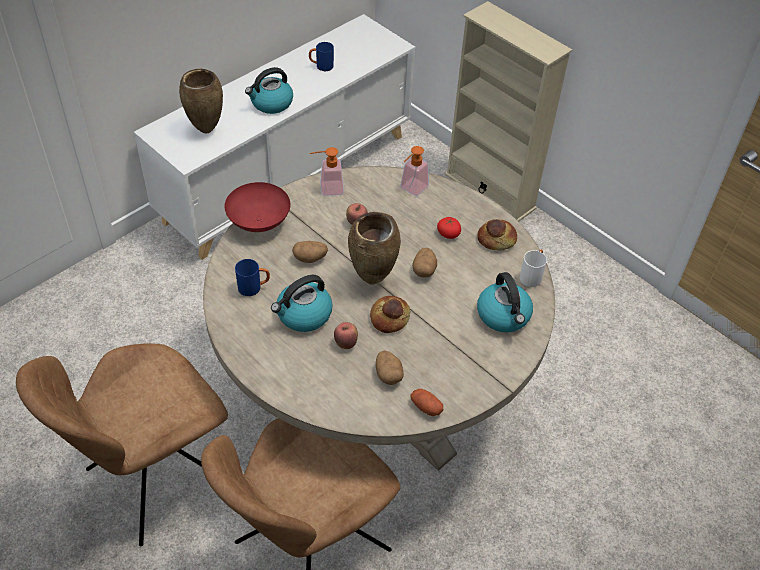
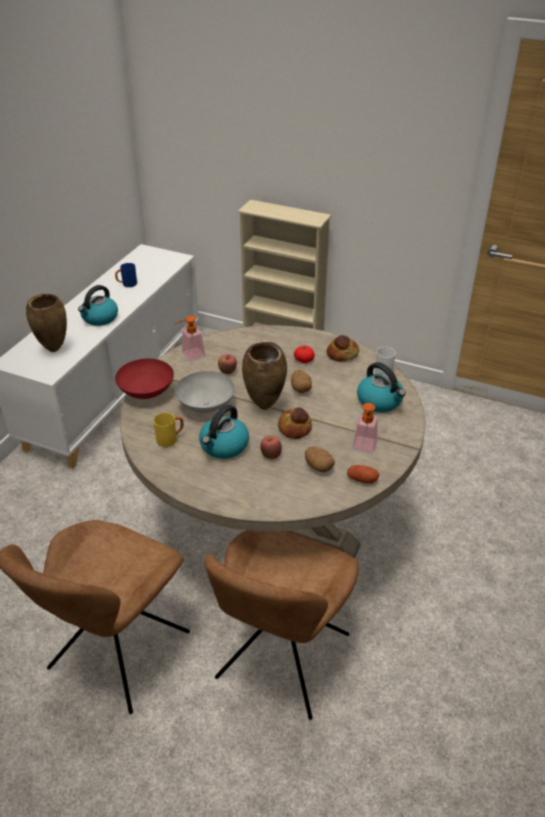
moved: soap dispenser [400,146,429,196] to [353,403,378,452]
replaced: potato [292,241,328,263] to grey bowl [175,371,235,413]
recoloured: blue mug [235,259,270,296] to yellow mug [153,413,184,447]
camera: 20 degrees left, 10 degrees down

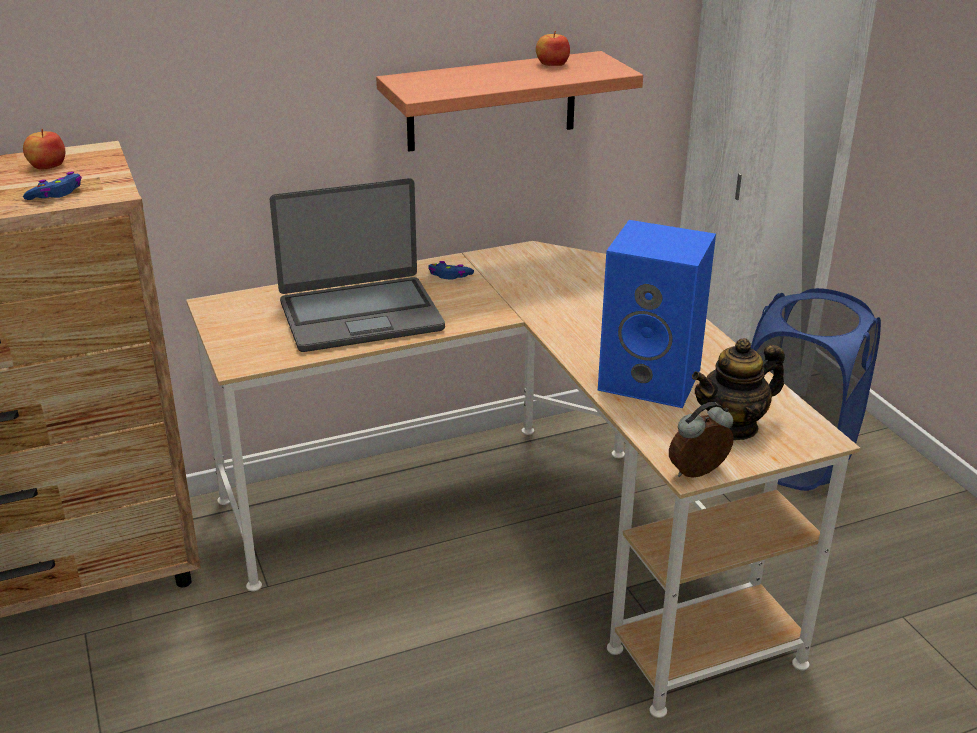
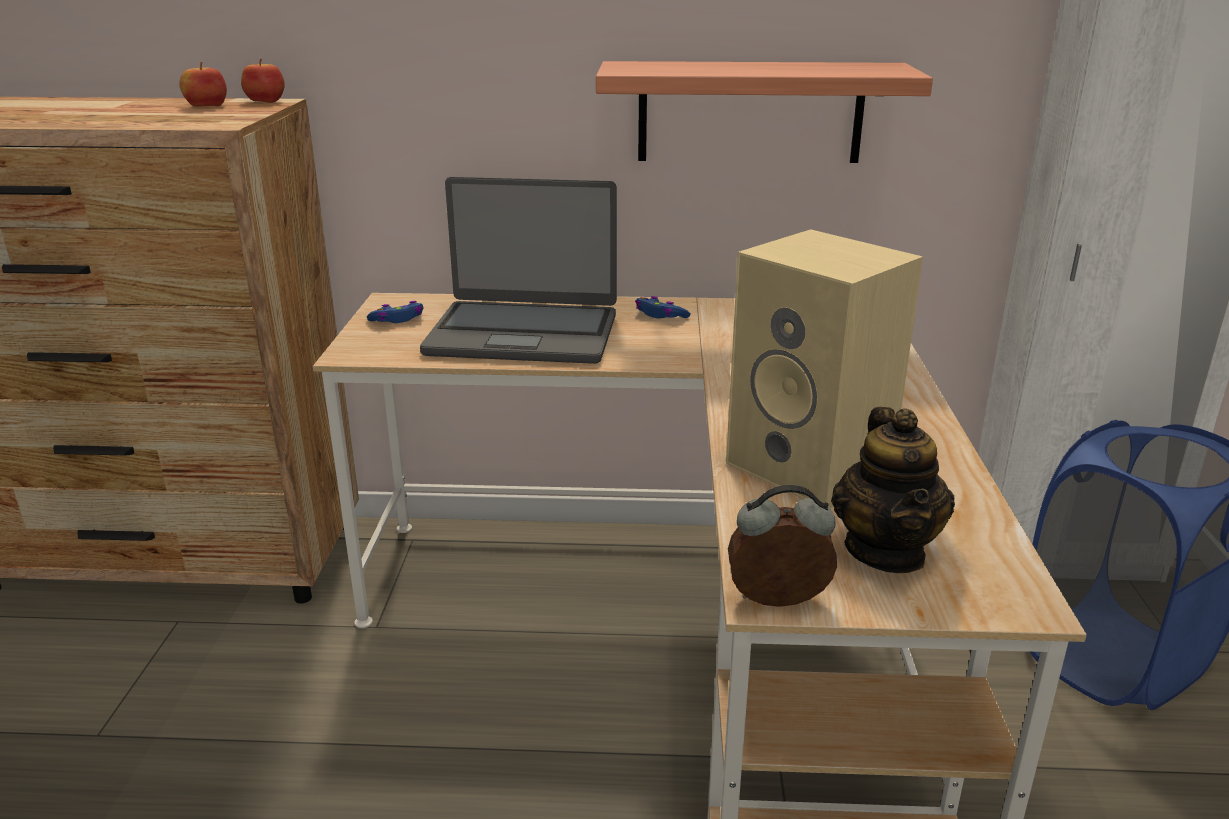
moved: apple [536,31,570,66] to [241,59,285,103]; blue game controller [23,172,82,200] to [367,301,423,323]
recoloured: blue speaker [598,220,716,408] to beige speaker [726,229,923,508]
turned: teapot [692,338,785,440] = [831,407,955,573] 90 degrees counterclockwise
camera: 25 degrees right, 5 degrees down

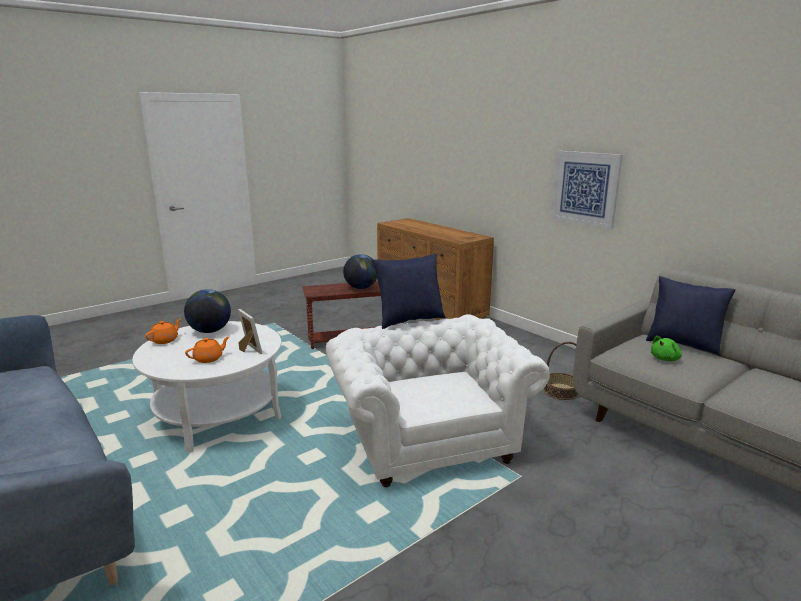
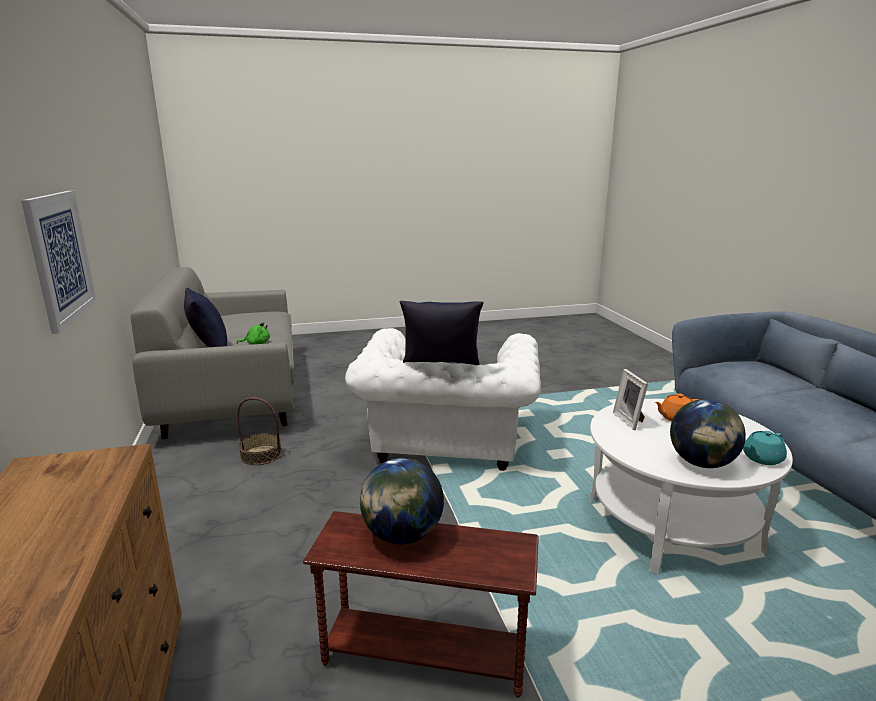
recoloured: orange teapot [145,319,181,344] to turquoise teapot [743,431,787,465]
camera: 155 degrees left, 0 degrees up

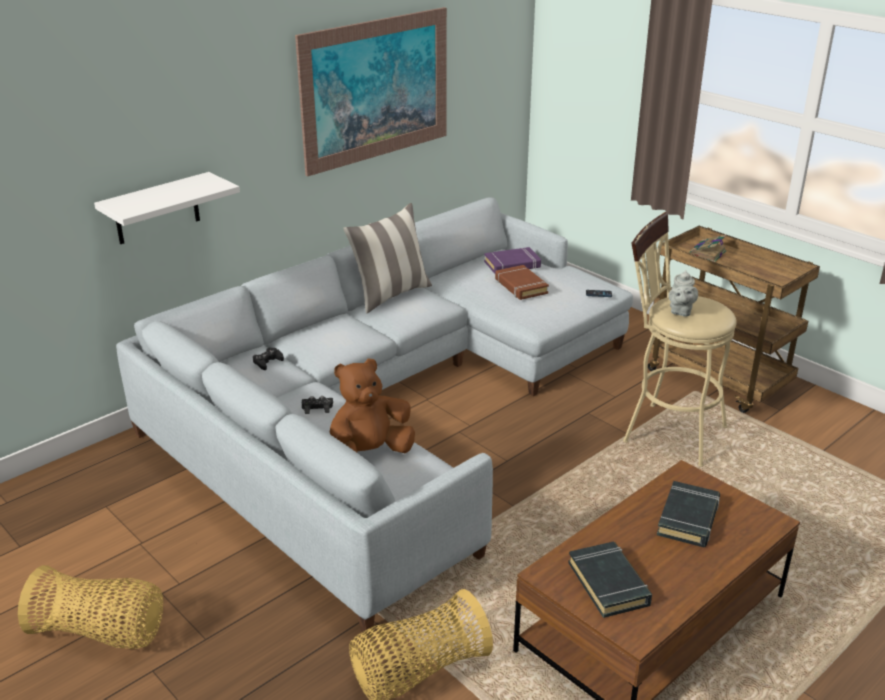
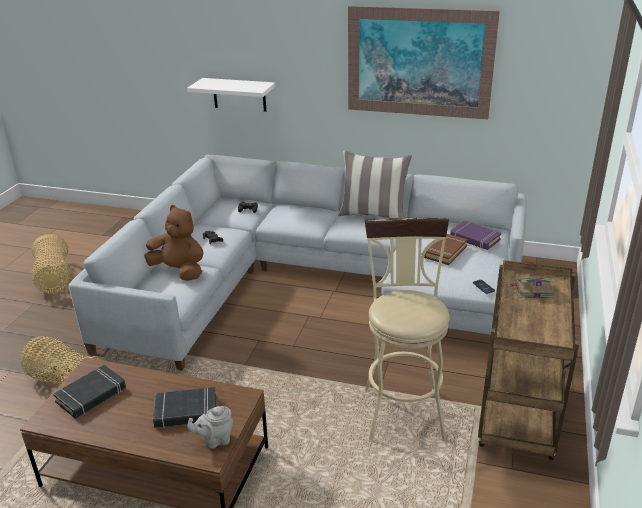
moved: grey teapot [668,270,698,317] to [187,406,233,449]
camera: 60 degrees right, 0 degrees up

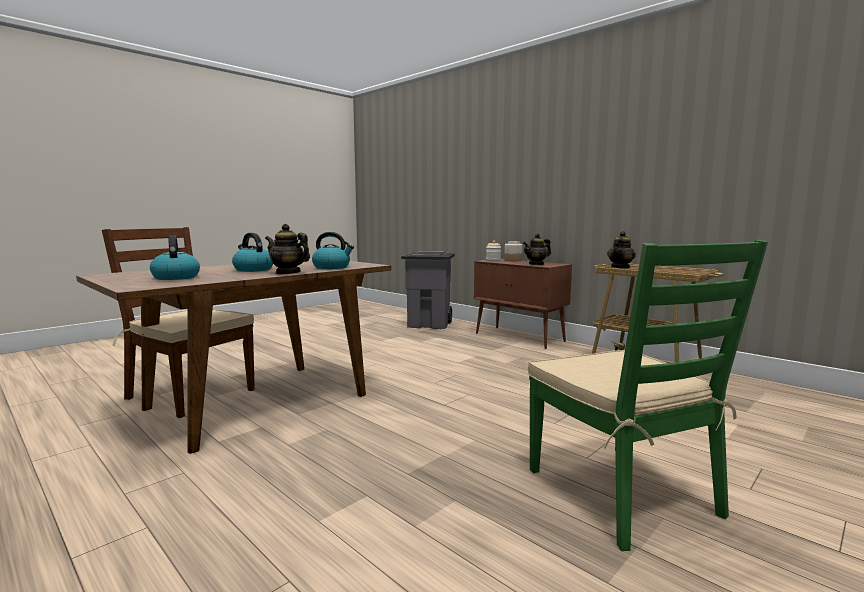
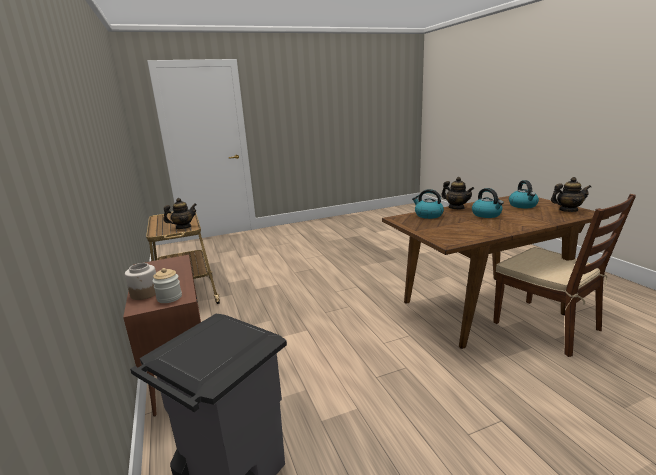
removed: green chair [528,240,768,551]
moved: teapot [523,233,551,265] to [551,177,591,212]
camera: 155 degrees left, 10 degrees up

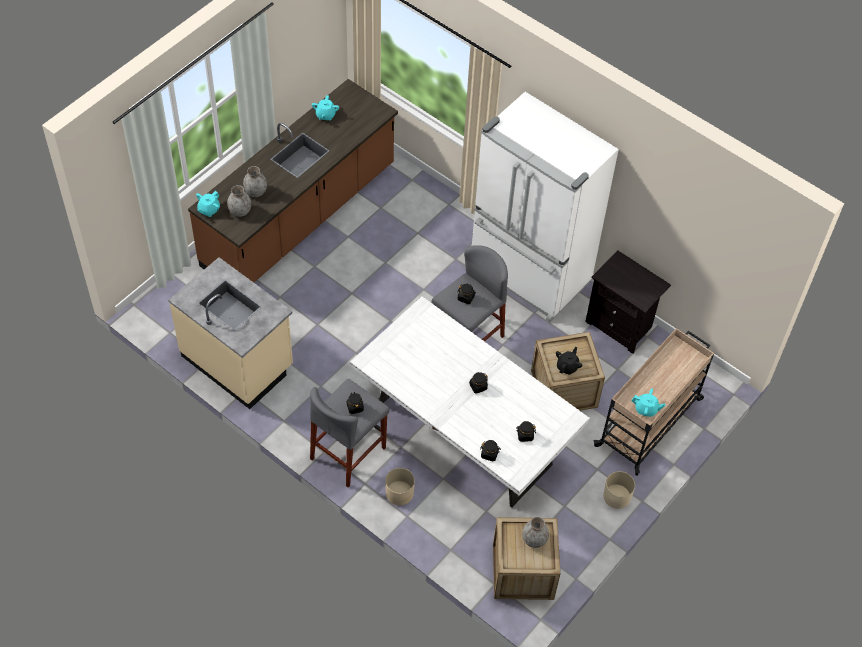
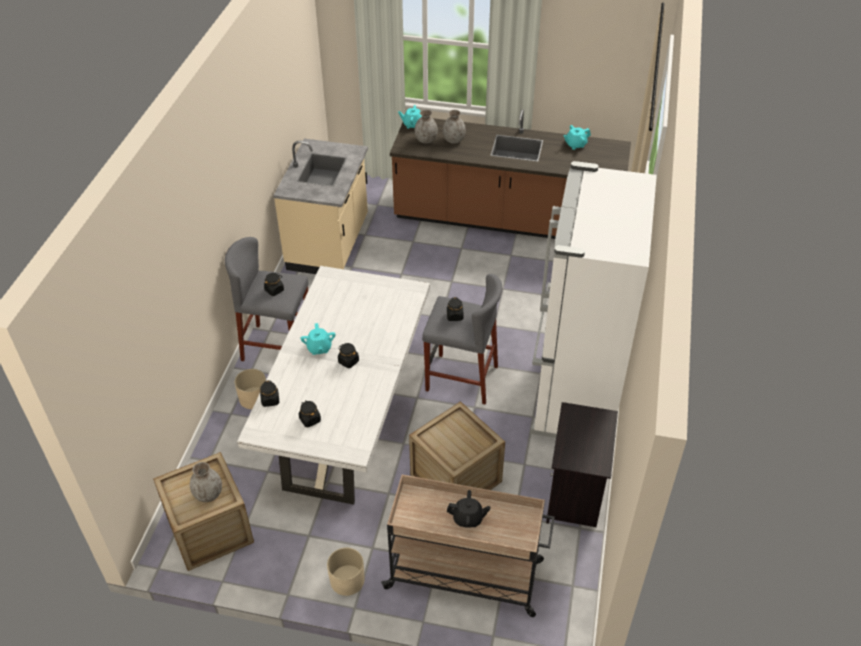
moved: black teapot [556,346,583,375] to [447,490,491,528]; turquoise teapot [632,388,666,417] to [300,323,336,355]
camera: 65 degrees right, 10 degrees down

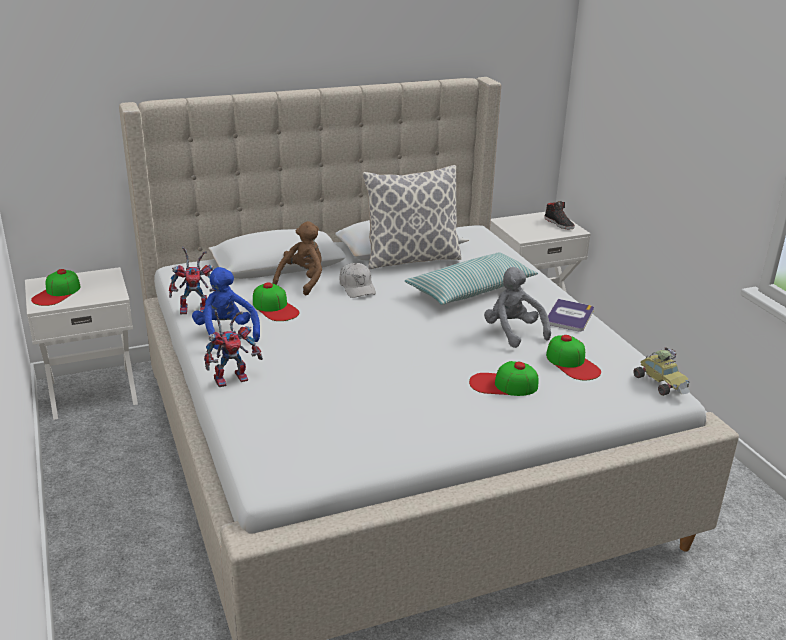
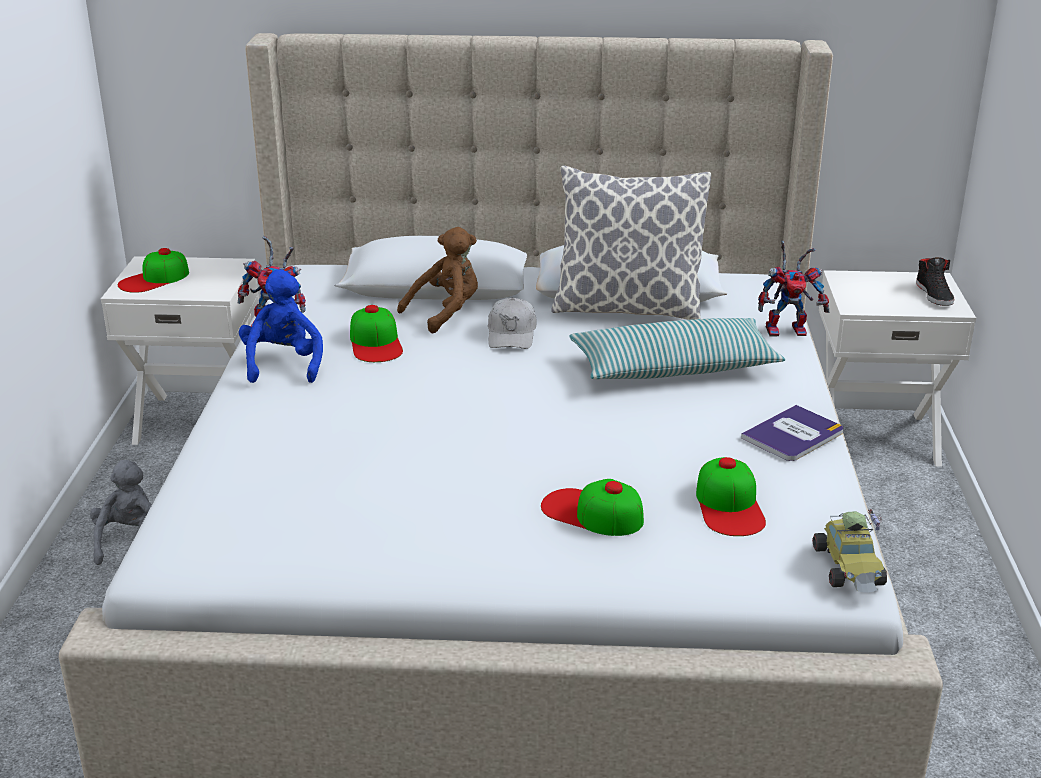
moved: grey plush toy [484,267,551,348] to [90,460,152,565]; toy robot [204,310,263,387] to [758,241,829,336]
camera: 25 degrees right, 0 degrees up

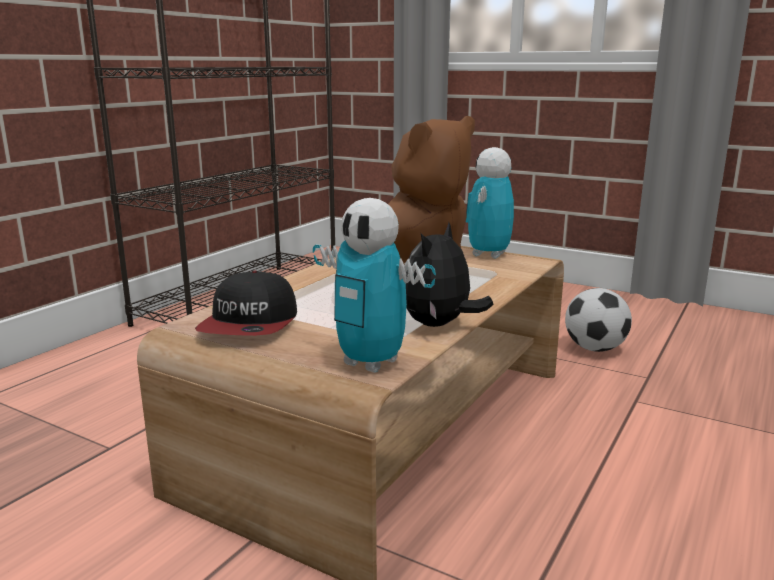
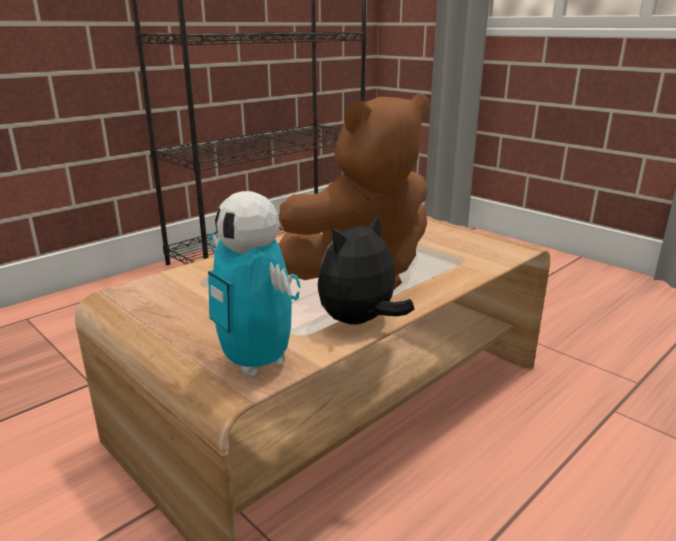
removed: toy robot [466,147,514,259]; cap [195,271,297,336]; football [565,288,632,352]
camera: 15 degrees right, 5 degrees up

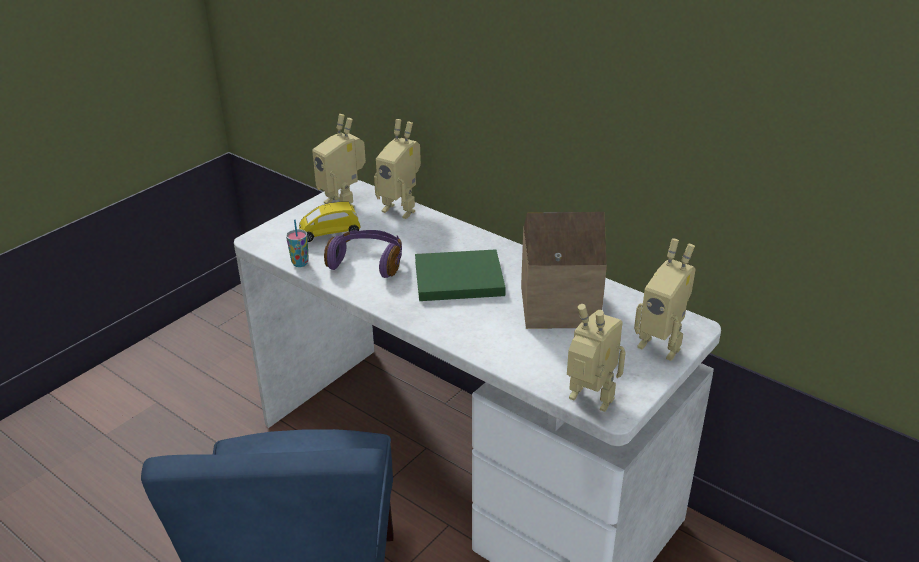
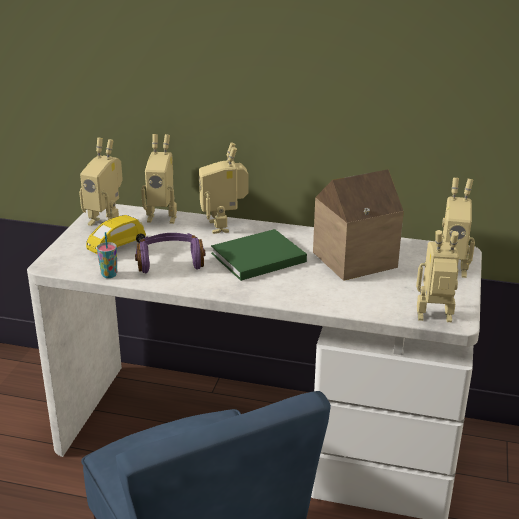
added: toy robot [199,142,248,234]
camera: 25 degrees left, 5 degrees down

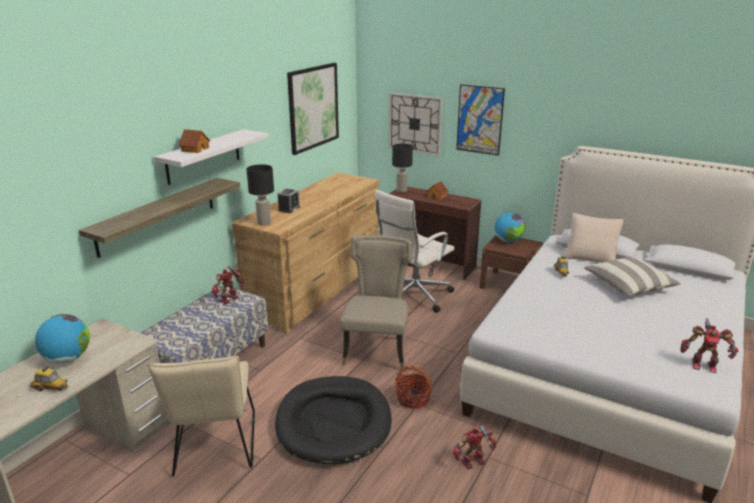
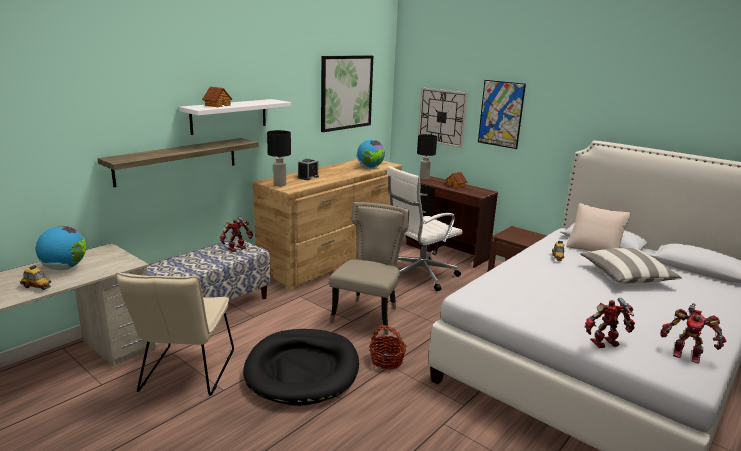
moved: globe [495,213,525,242] to [357,140,385,168]; toy robot [453,425,497,469] to [585,298,635,348]
camera: 10 degrees right, 5 degrees down

